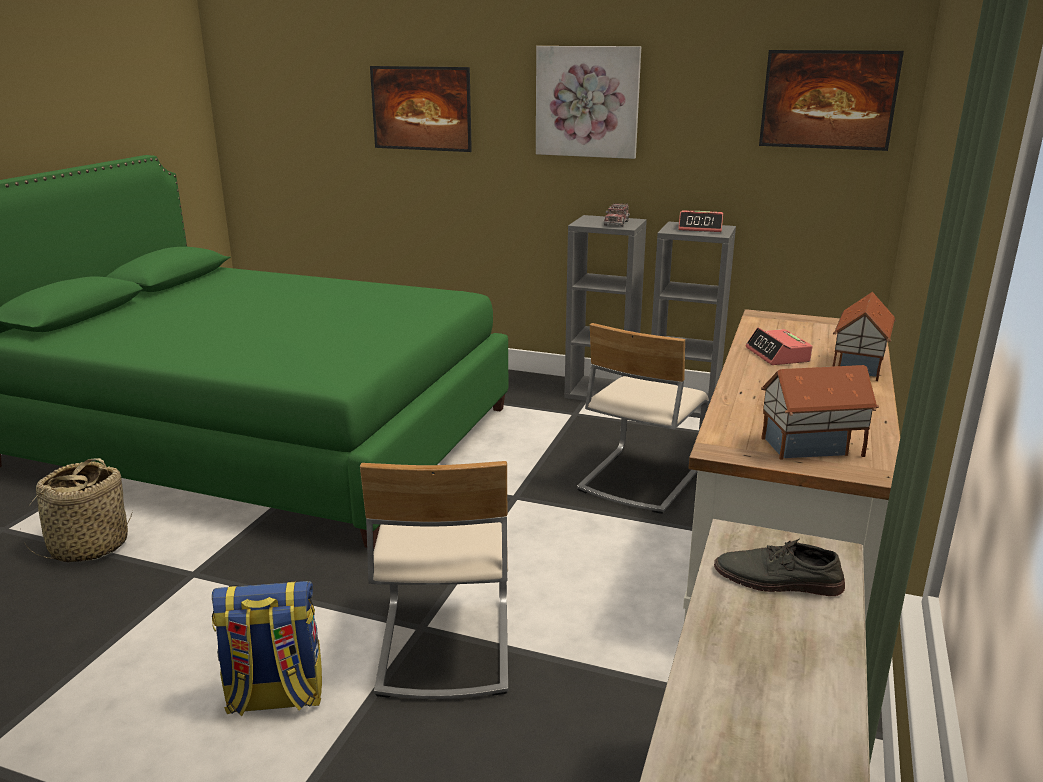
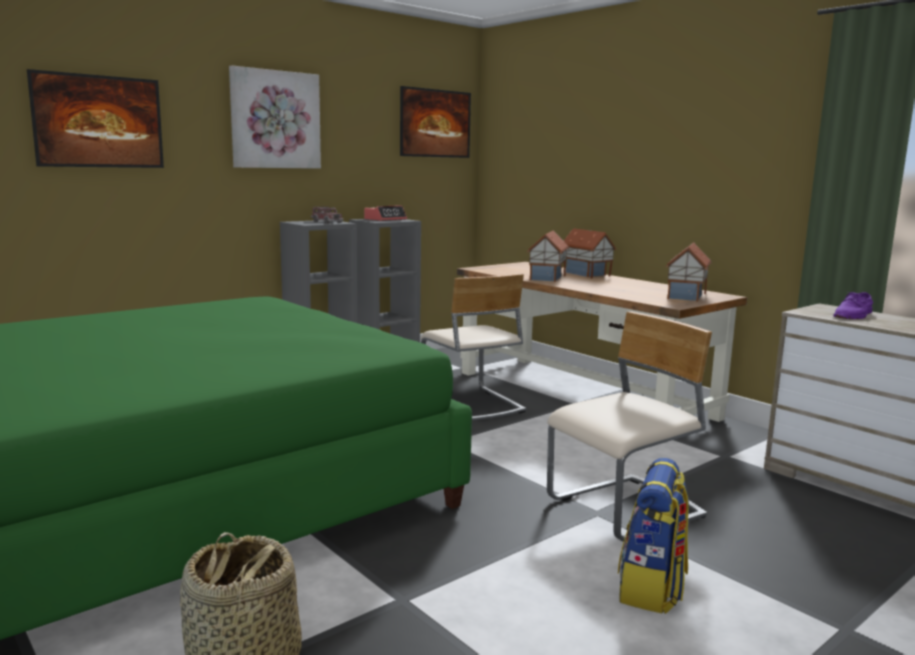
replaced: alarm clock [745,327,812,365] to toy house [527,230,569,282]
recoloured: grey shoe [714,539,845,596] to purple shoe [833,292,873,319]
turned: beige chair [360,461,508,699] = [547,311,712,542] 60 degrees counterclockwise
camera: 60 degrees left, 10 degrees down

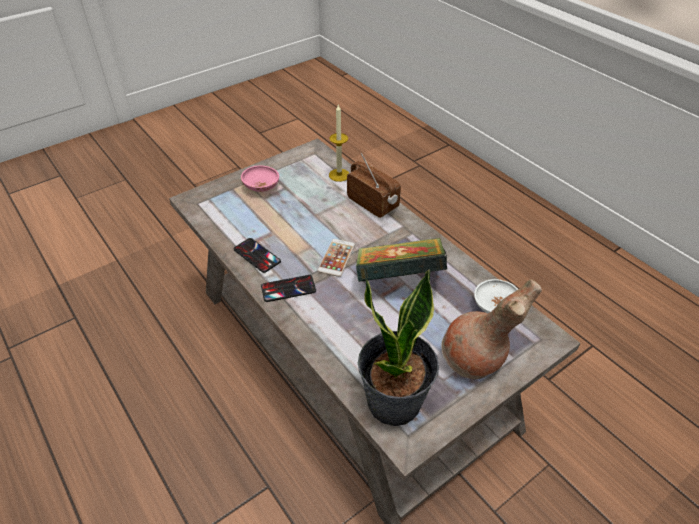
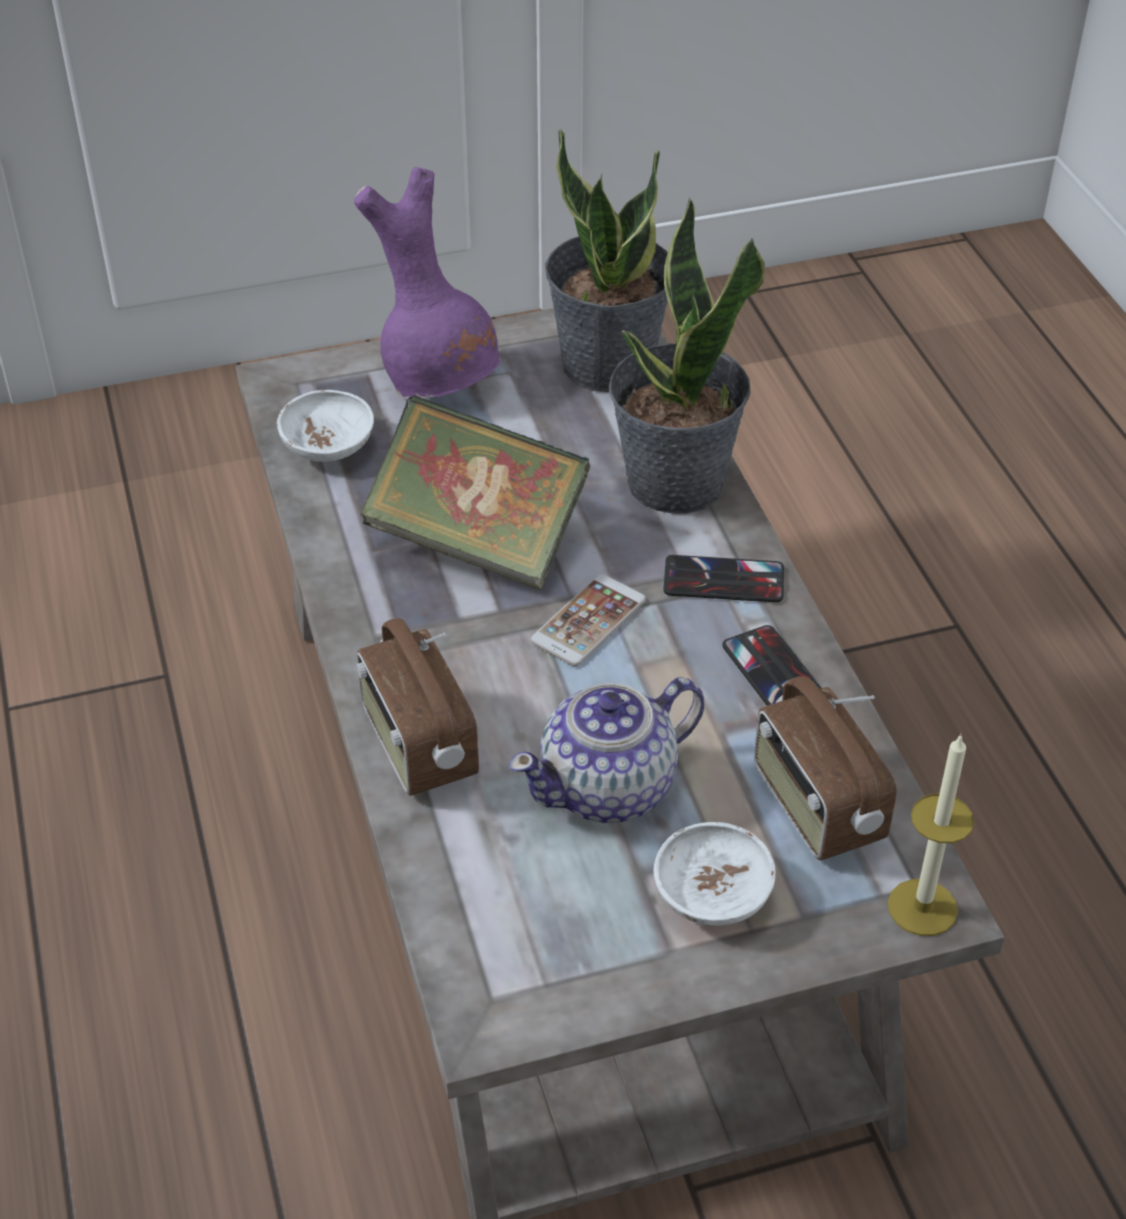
added: potted plant [609,197,765,514]; radio [754,676,897,860]; teapot [509,677,704,823]
moved: candle [329,105,349,182] to [888,733,974,936]
recoloured: pink bowl [241,166,279,192] to white bowl [653,822,776,925]; brown vase [441,279,542,379] to purple vase [354,167,500,399]
camera: 160 degrees left, 0 degrees up

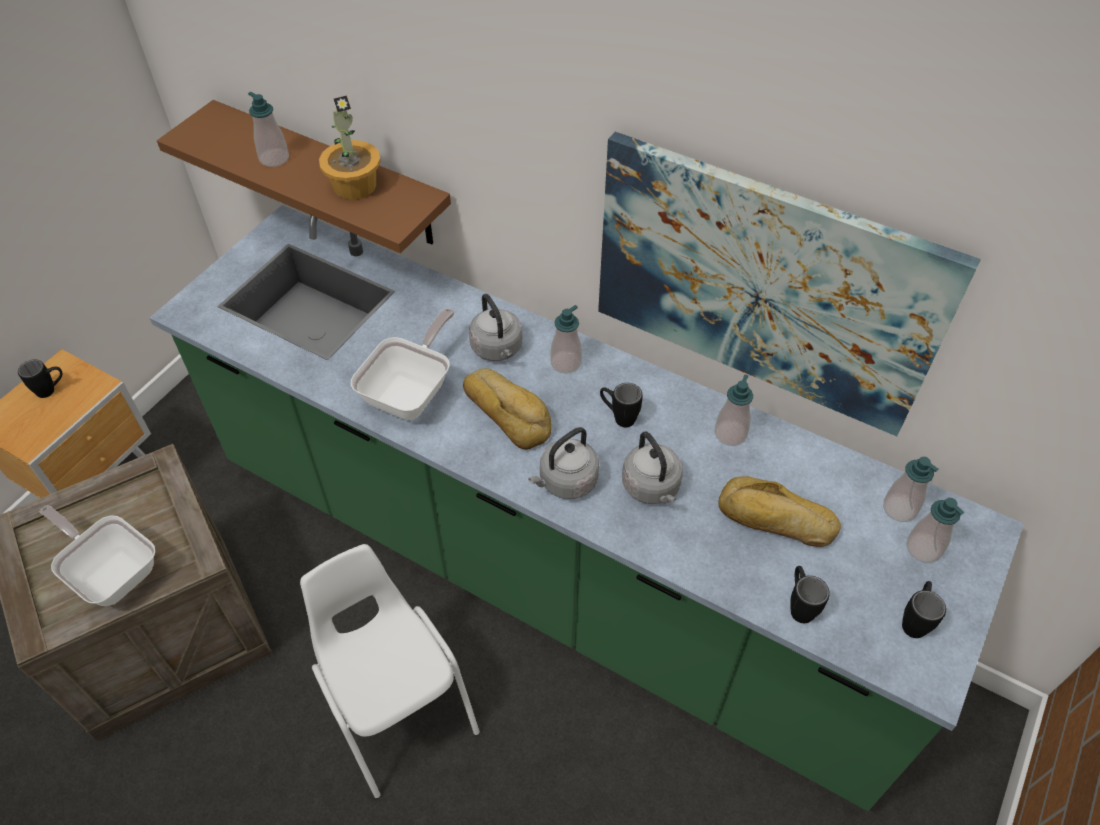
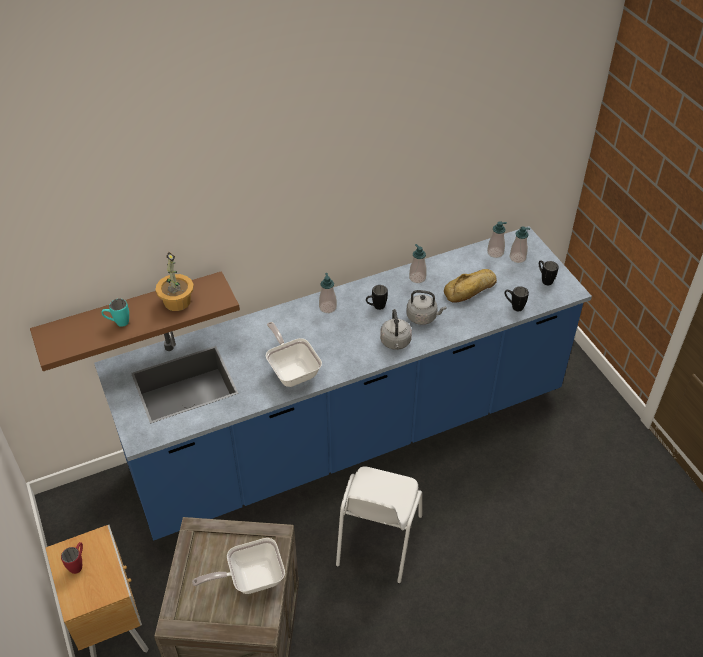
removed: picture [598,132,981,436]; grey kettle [469,294,522,361]; bread [463,368,552,449]
replaced: soap dispenser [248,92,289,167] to turquoise mug [101,299,129,327]
recoloured: green counter [150,205,1024,811] to blue counter [94,226,592,541]; black mug [18,359,62,398] to red mug [61,542,83,574]
turned: white chair [300,544,480,799] = [336,467,422,584] 75 degrees counterclockwise
camera: 55 degrees left, 5 degrees down

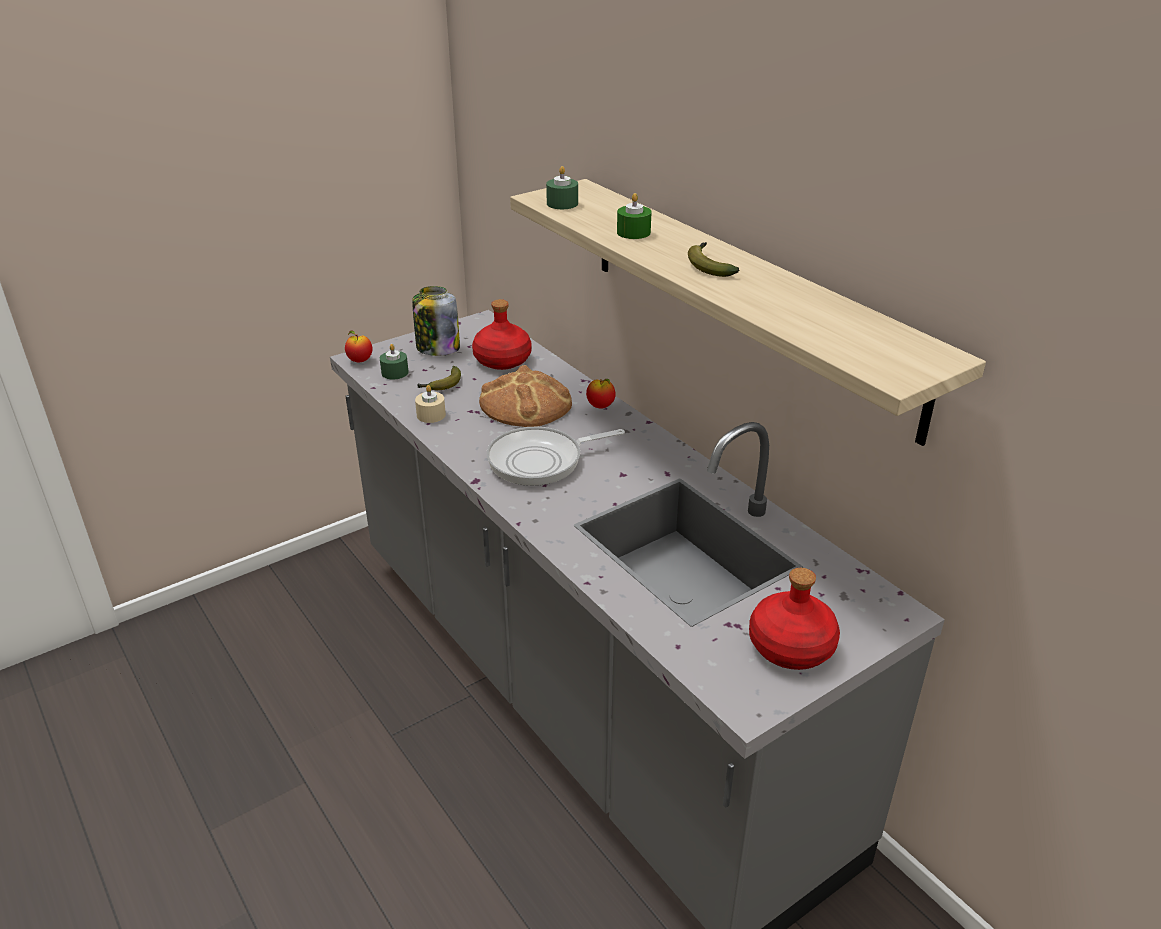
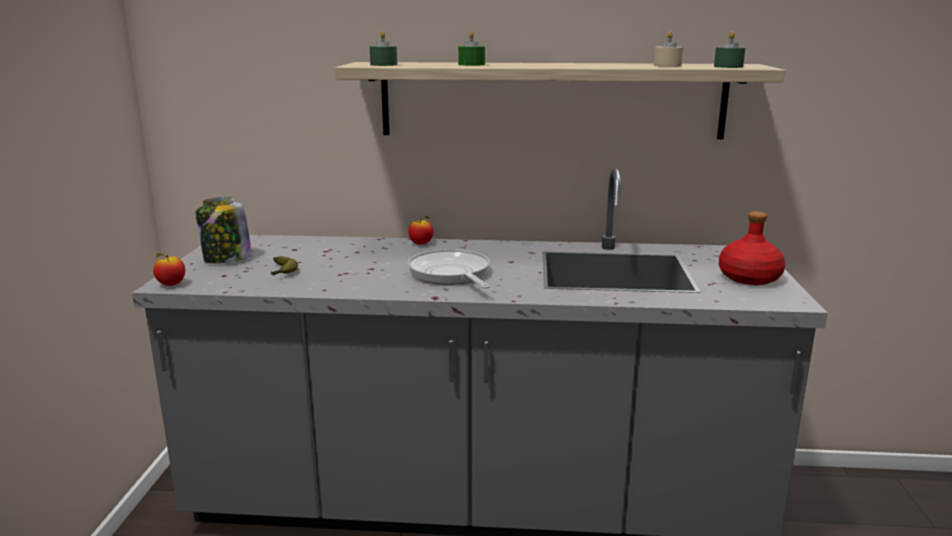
removed: banana [688,242,739,277]; red bottle [472,299,532,370]; bread [479,365,572,427]
moved: green candle [380,344,409,379] to [714,32,745,68]; beige candle [415,385,446,423] to [654,31,683,67]
turned: frying pan [487,427,625,486] = [408,249,490,289] 135 degrees clockwise
camera: 50 degrees left, 15 degrees down

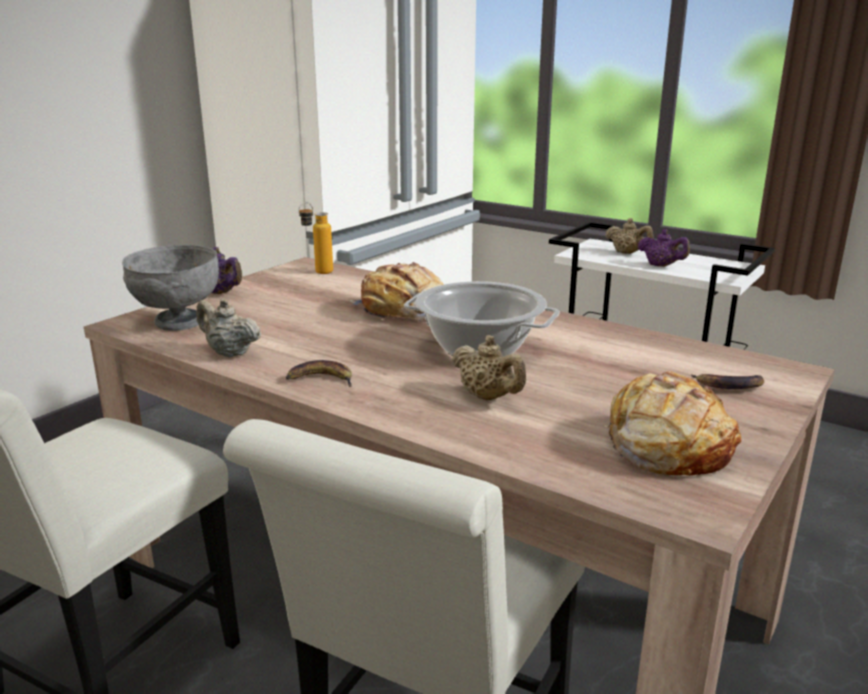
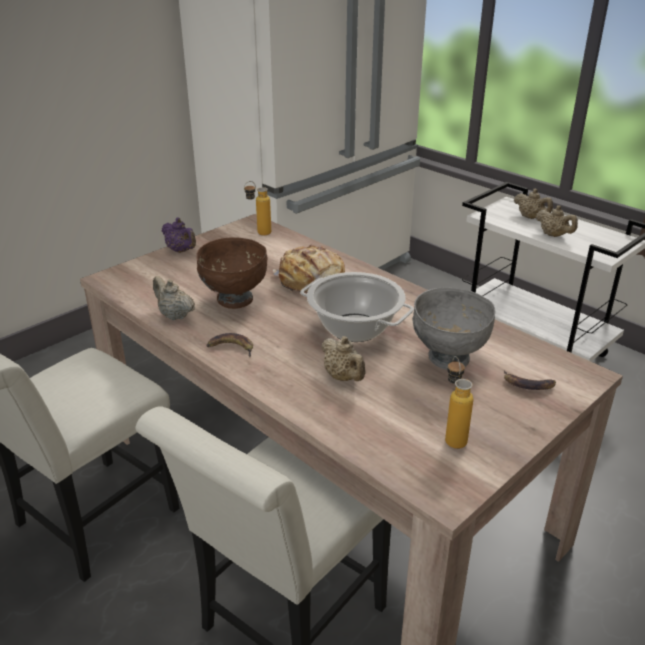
added: brown bowl [196,237,267,309]
moved: grey bowl [122,245,219,331] to [412,288,495,370]
replaced: bread [604,371,741,476] to bottle [445,356,473,449]
recoloured: purple teapot [638,229,690,267] to beige teapot [536,205,578,237]
camera: 10 degrees right, 10 degrees up

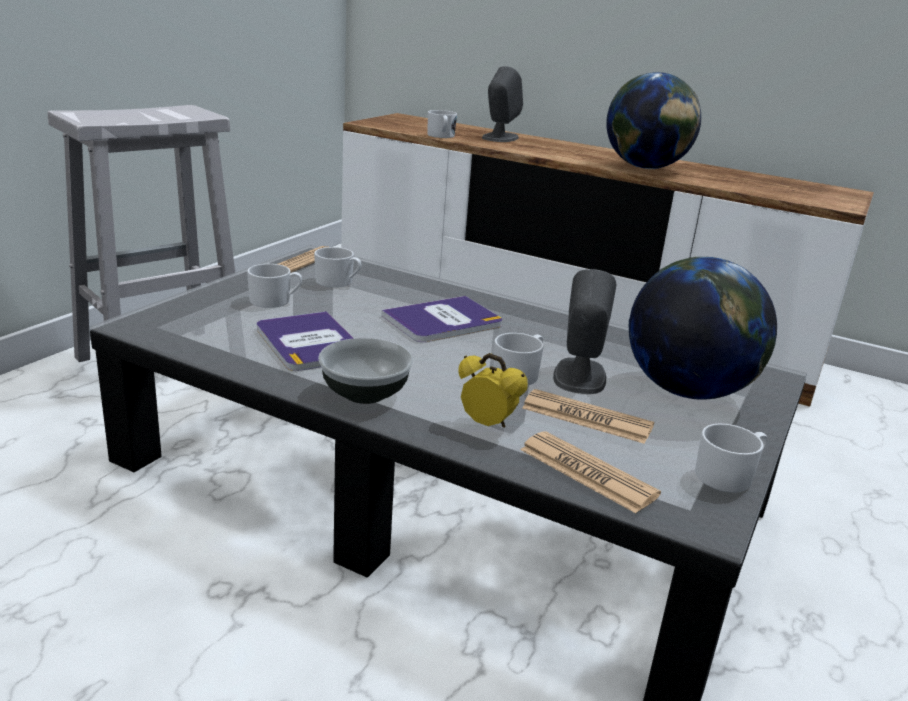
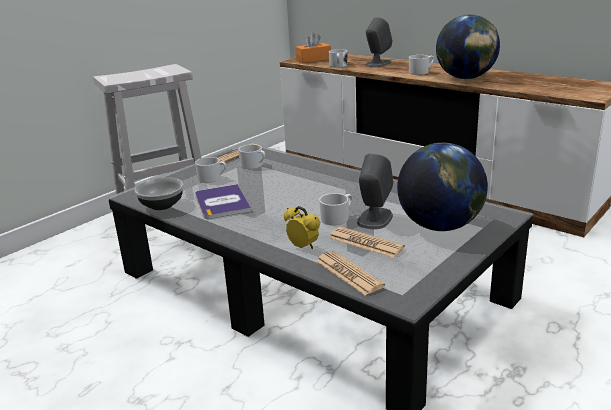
removed: book [381,296,503,342]
added: orange tissue box [295,32,331,63]
moved: bowl [318,338,413,404] to [135,177,184,210]; white mug [695,423,767,493] to [409,55,434,75]
camera: 15 degrees right, 0 degrees up

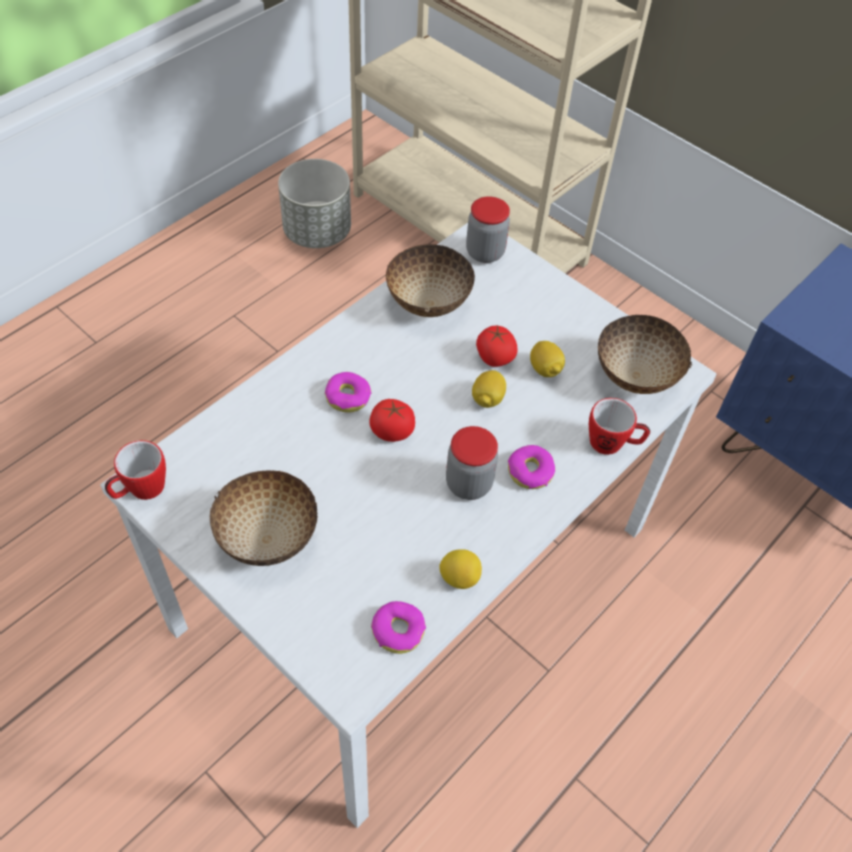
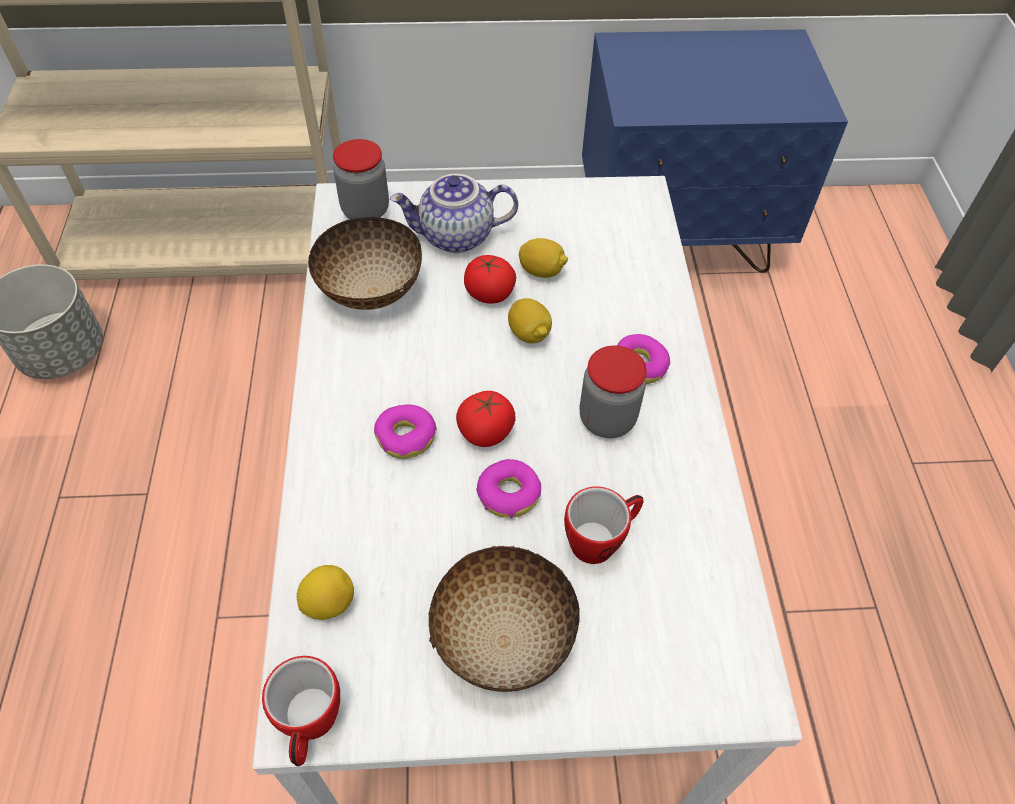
removed: bowl [598,315,692,394]
added: teapot [390,174,518,253]
moved: mug [589,398,650,455] to [564,487,644,564]; lemon [439,549,482,589] to [297,565,354,620]; donut [371,601,426,654] to [476,459,541,518]
camera: 45 degrees left, 0 degrees up

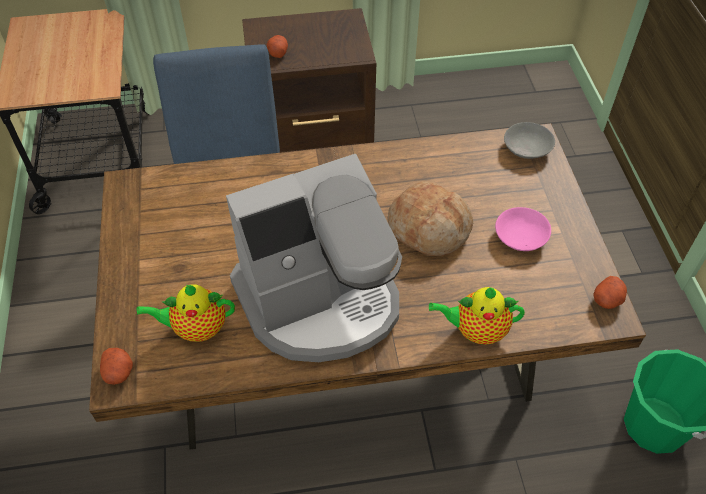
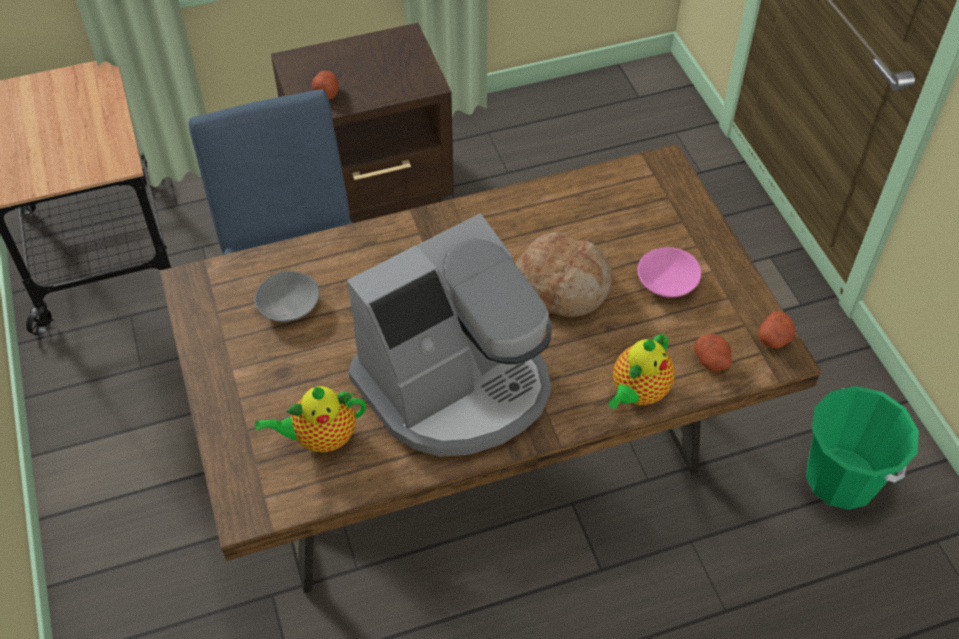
moved: grey bowl [504,122,555,159] to [255,271,320,322]; potato [100,348,133,385] to [694,334,732,372]
turned: teapot [429,287,525,345] = [608,333,675,409] 45 degrees counterclockwise
camera: 10 degrees left, 0 degrees up

